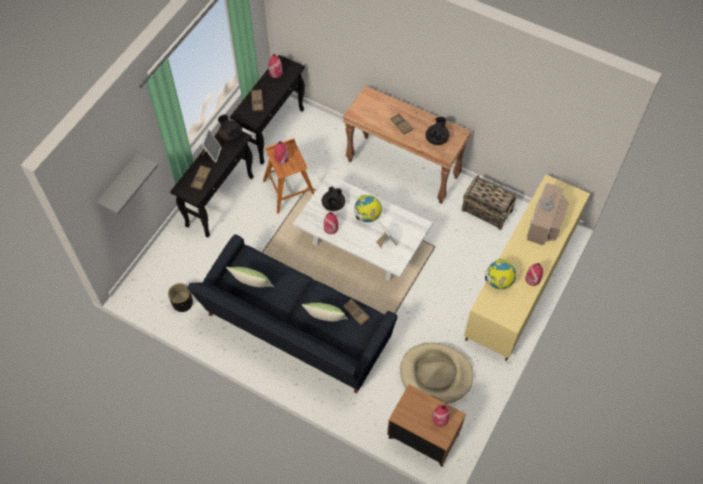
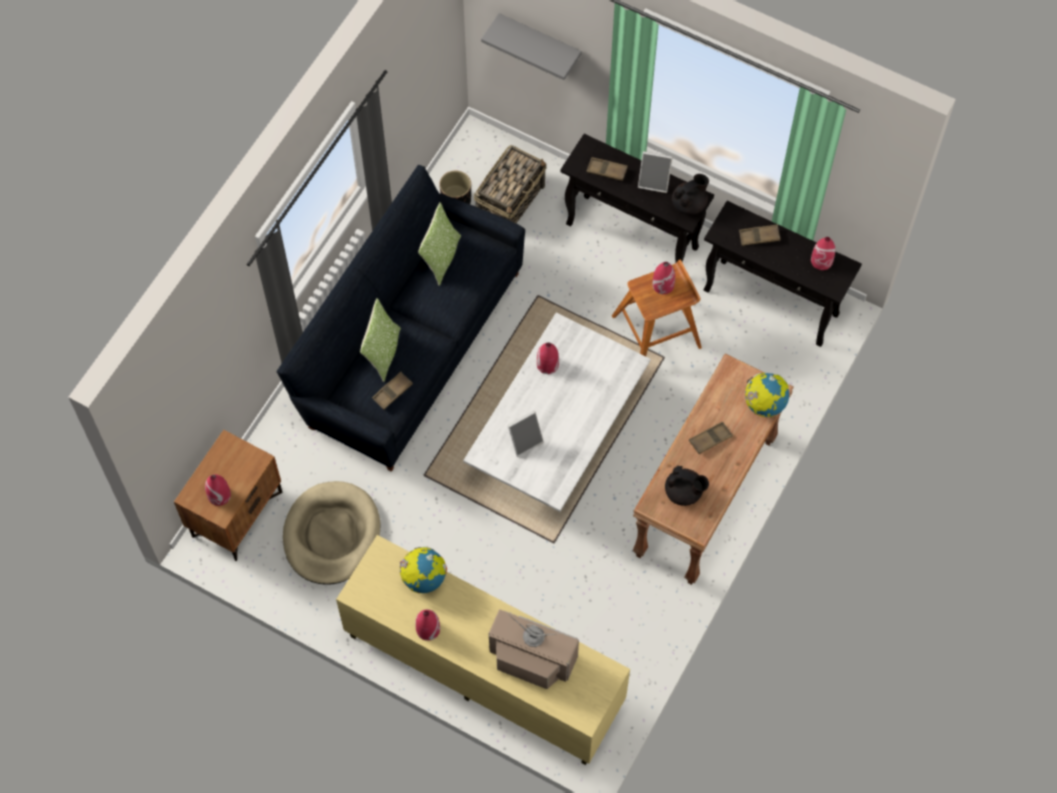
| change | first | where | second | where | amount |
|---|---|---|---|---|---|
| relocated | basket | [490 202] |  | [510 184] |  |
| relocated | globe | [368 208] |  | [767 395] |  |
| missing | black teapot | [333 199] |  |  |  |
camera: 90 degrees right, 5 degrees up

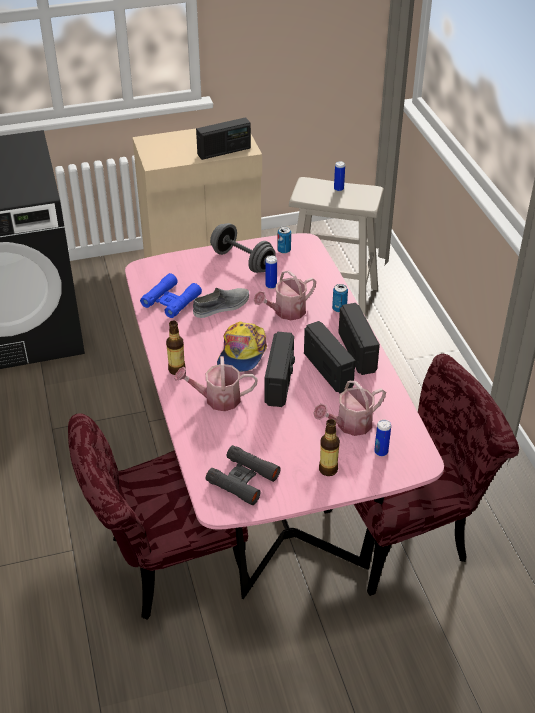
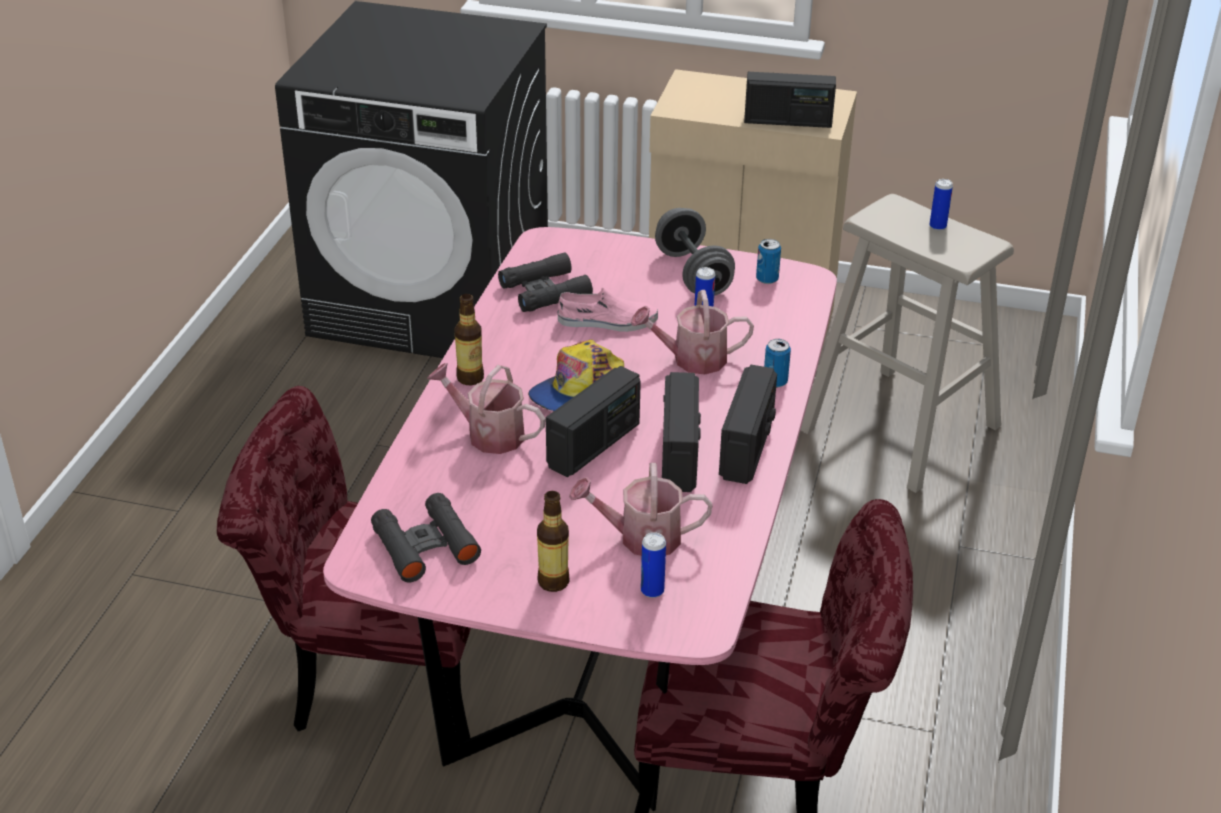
| change | first | where | second | where | amount |
|---|---|---|---|---|---|
| colour | blue binoculars | [171 295] | black binoculars | [545 282] |  |
| colour | grey shoe | [221 303] | pink shoe | [607 310] |  |
camera: 30 degrees right, 5 degrees down

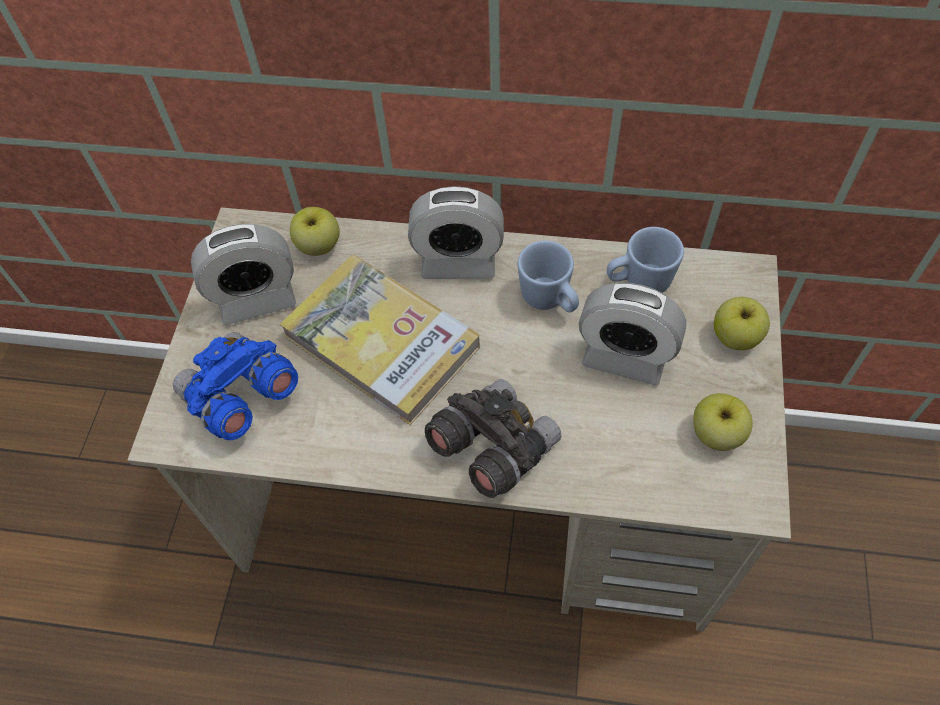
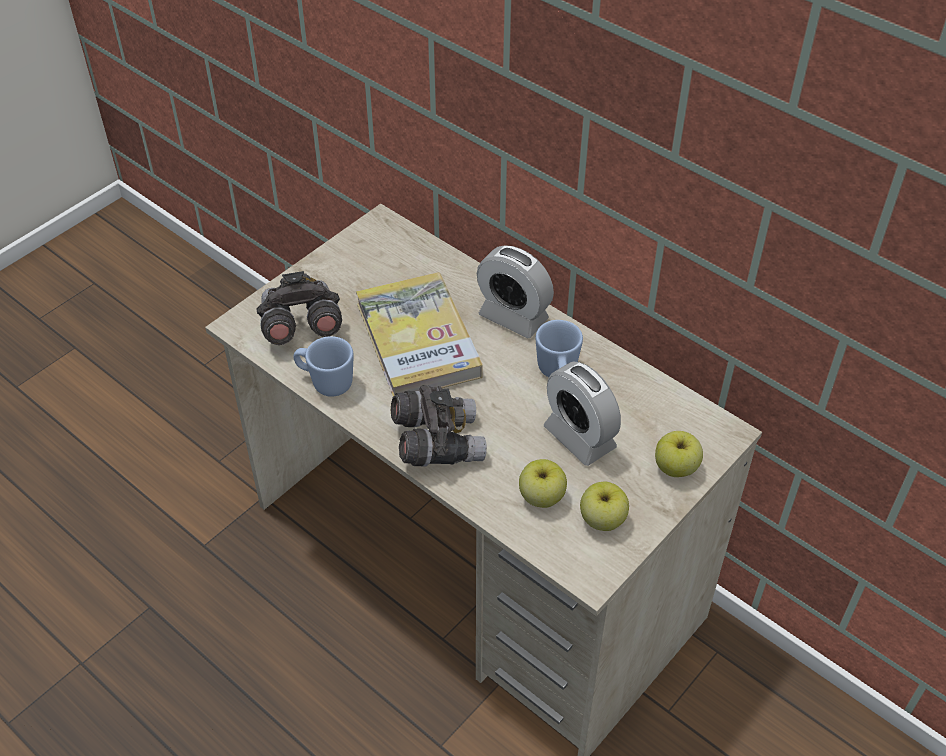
| change | first | where | second | where | amount |
|---|---|---|---|---|---|
| colour | blue binoculars | [235 386] | grey binoculars | [299 308] |  |
| relocated | blue mug | [645 260] |  | [323 366] |  |
| relocated | apple | [315 231] |  | [543 483] |  |
| missing | alarm clock | [243 274] |  |  |  |
camera: 30 degrees right, 10 degrees down

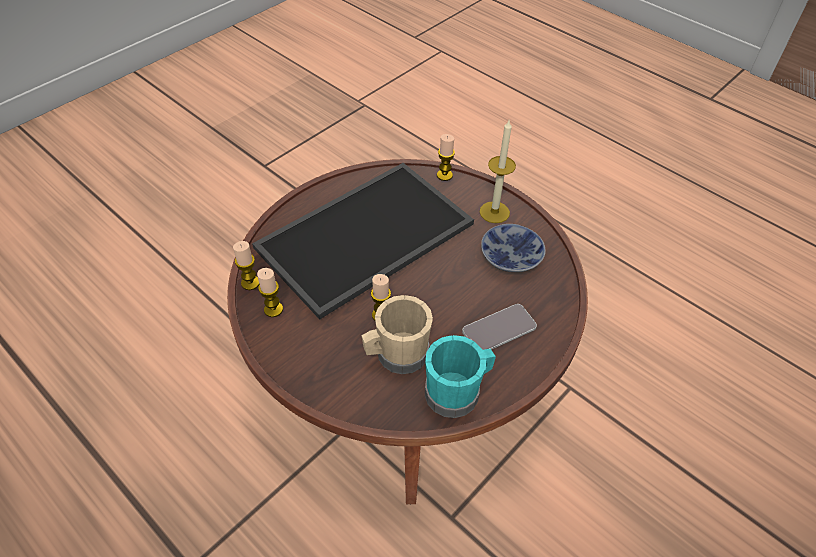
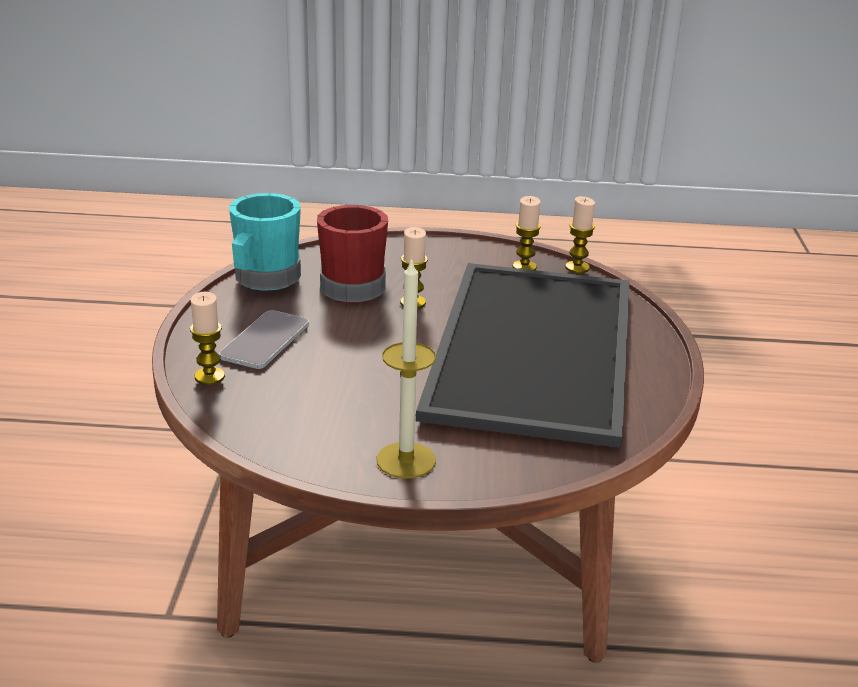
| change | first | where | second | where | amount |
|---|---|---|---|---|---|
| relocated | candle | [446 157] |  | [207 338] |  |
| colour | beige mug | [397 334] | red mug | [352 254] |  |
| missing | bowl | [513 248] |  |  |  |
camera: 140 degrees right, 20 degrees down

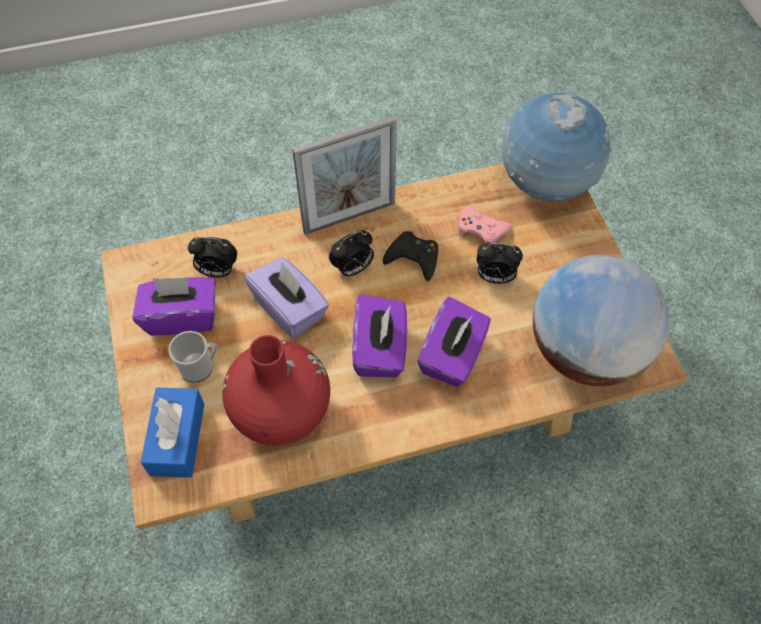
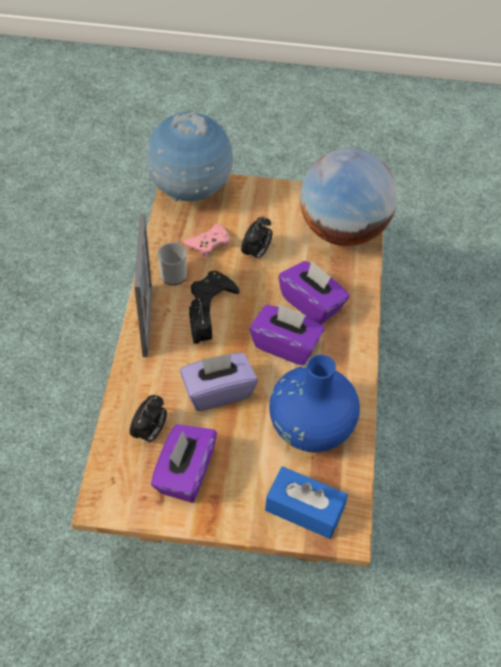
| change | first | where | second | where | amount |
|---|---|---|---|---|---|
| relocated | mug | [193 356] |  | [172 263] |  |
| colour | red vase | [276 390] | blue vase | [314 403] |  |
camera: 70 degrees left, 5 degrees down

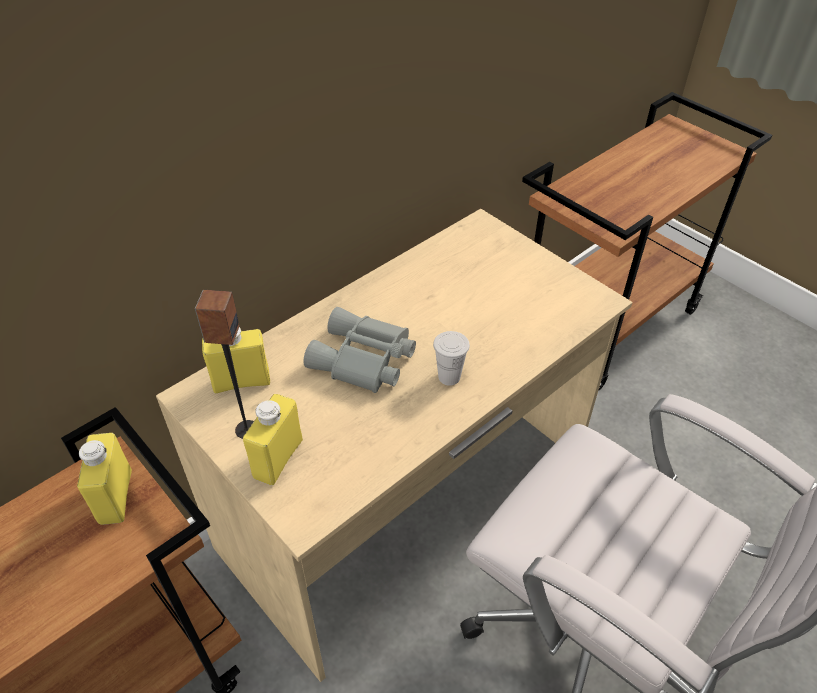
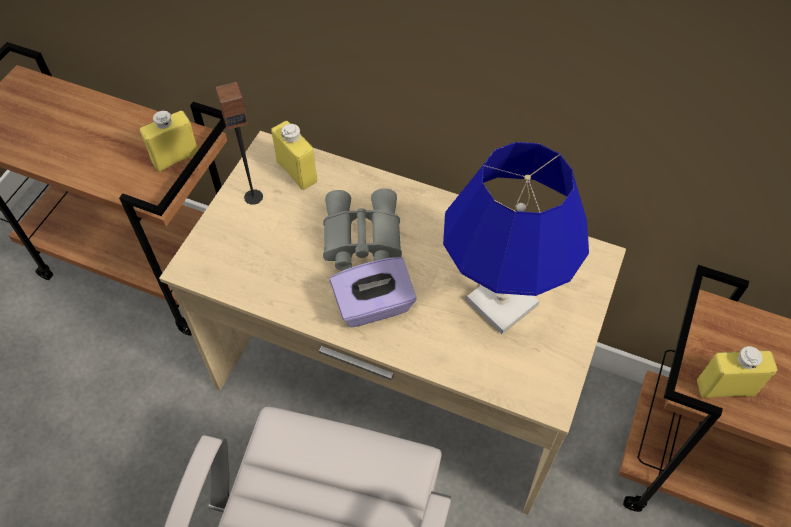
| change | first | where | second | where | amount |
|---|---|---|---|---|---|
| exchanged | white cup | [451 358] | purple tissue box | [373 292] |  |
| appeared |  |  | blue table lamp | [516 238] |  |
| relocated | yellow bottle | [273 439] |  | [737 372] |  |
camera: 65 degrees right, 10 degrees up

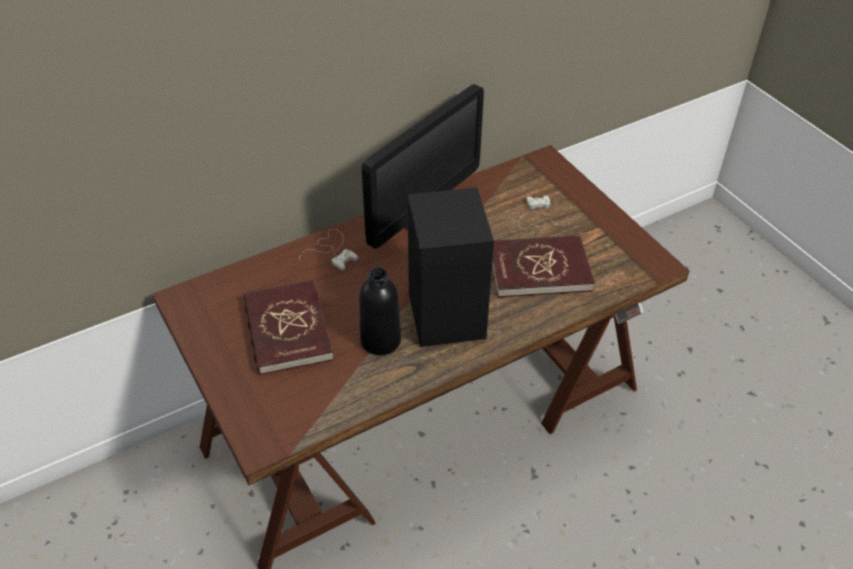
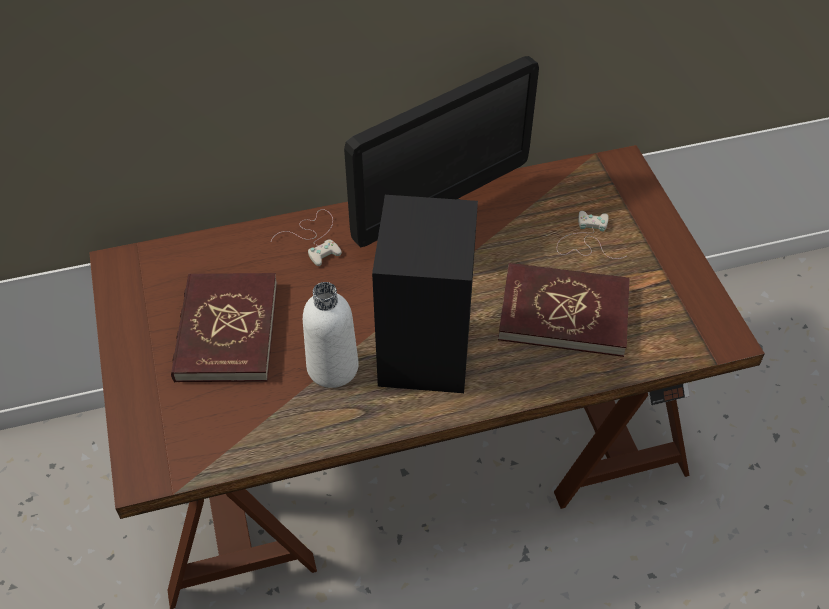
| change | first | where | second | where | amount |
|---|---|---|---|---|---|
| colour | black bottle | [380 311] | white bottle | [331 335] |  |
camera: 15 degrees right, 5 degrees up

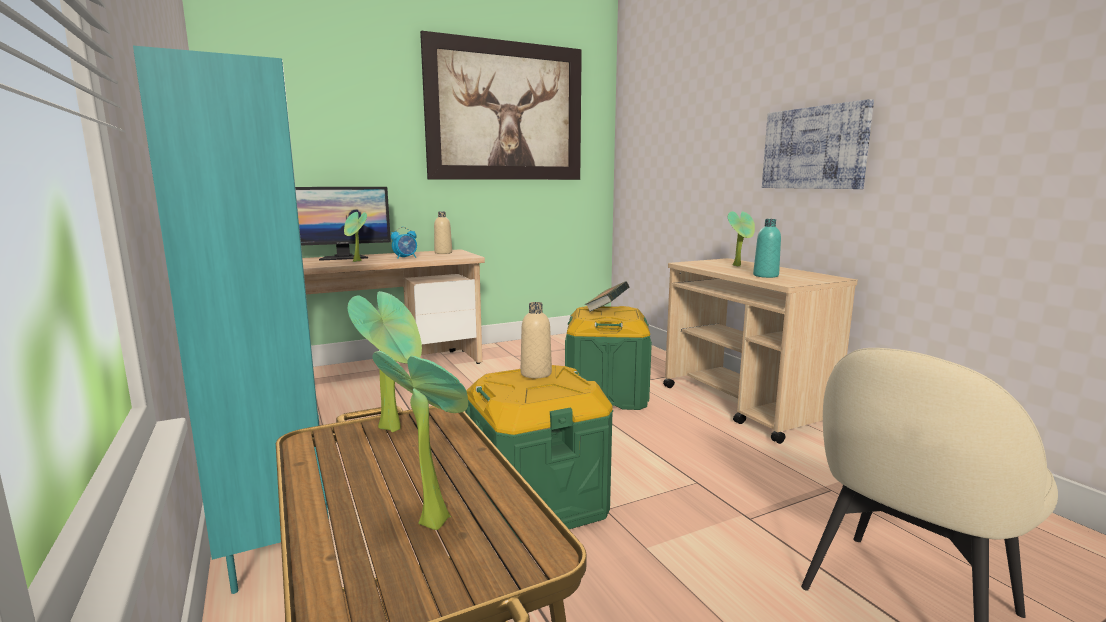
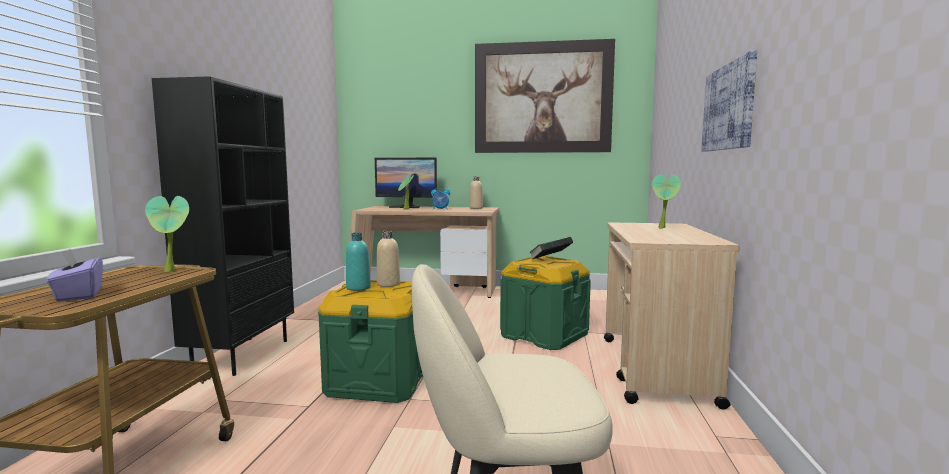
| change | first | where | second | where | amount |
|---|---|---|---|---|---|
| exchanged | potted plant | [420 440] | purple tissue box | [74 275] |  |
| colour | turquoise bookcase | [231 320] | black bookcase | [223 226] |  |
| relocated | turquoise bottle | [767 248] |  | [358 262] |  |
camera: 35 degrees right, 5 degrees down

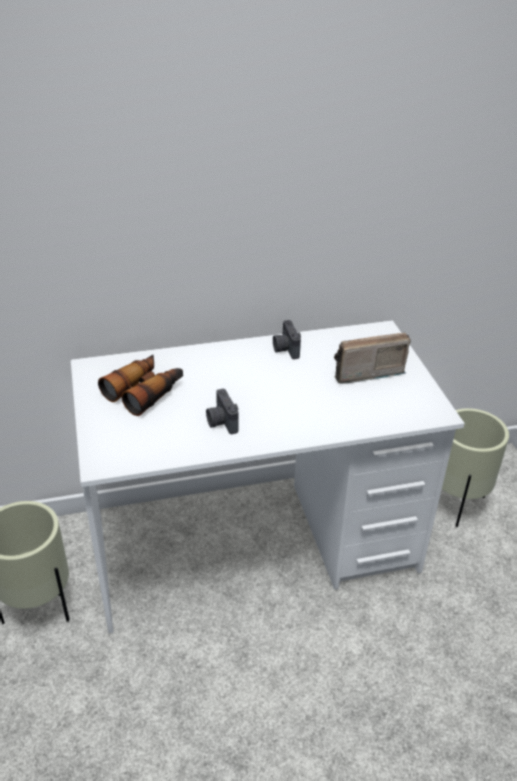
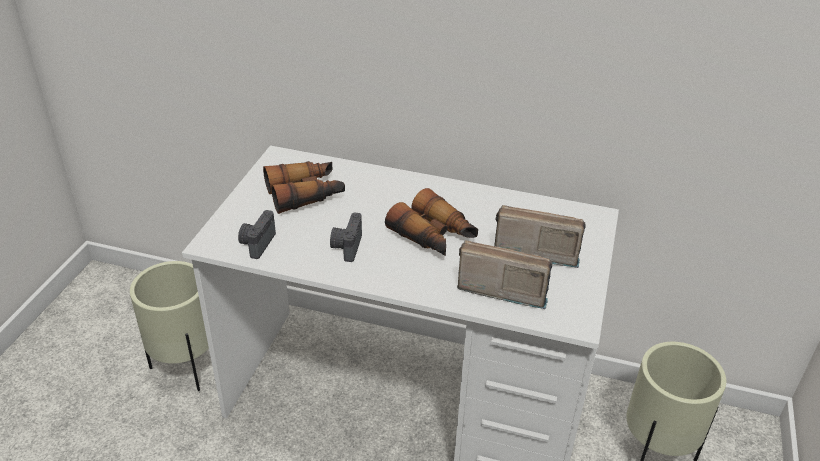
| change | first | where | second | where | amount |
|---|---|---|---|---|---|
| relocated | photo camera | [287 339] |  | [257 234] |  |
| appeared |  |  | binoculars | [431 222] |  |
| appeared |  |  | radio | [504 274] |  |
camera: 30 degrees right, 0 degrees up

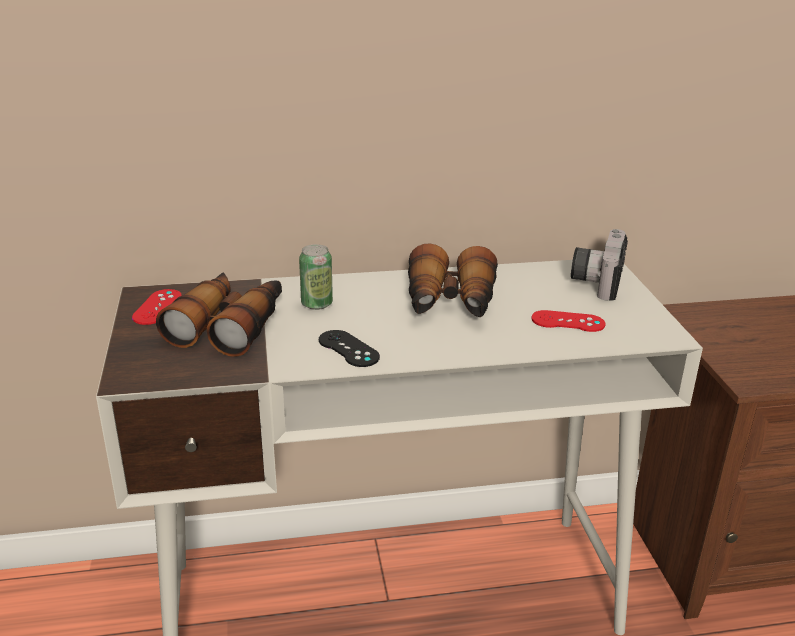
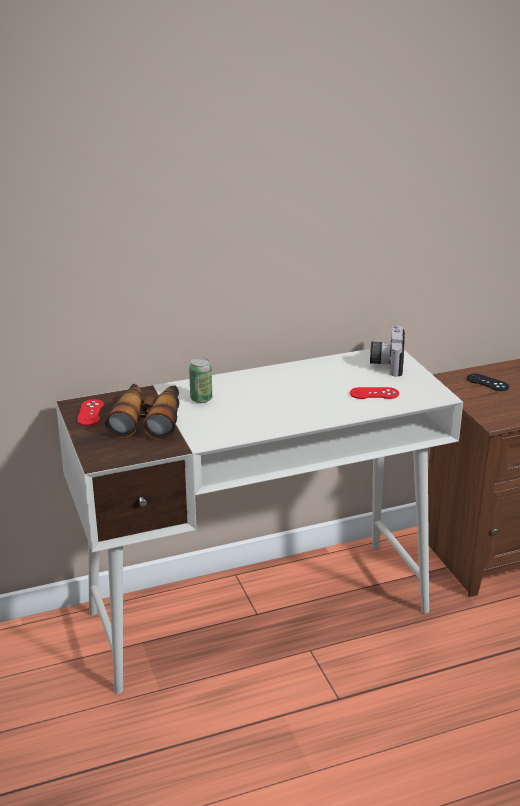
| change | first | where | second | where | amount |
|---|---|---|---|---|---|
| relocated | black game controller | [349 348] |  | [488 382] |  |
| missing | binoculars | [453 280] |  |  |  |
camera: 10 degrees left, 0 degrees up

